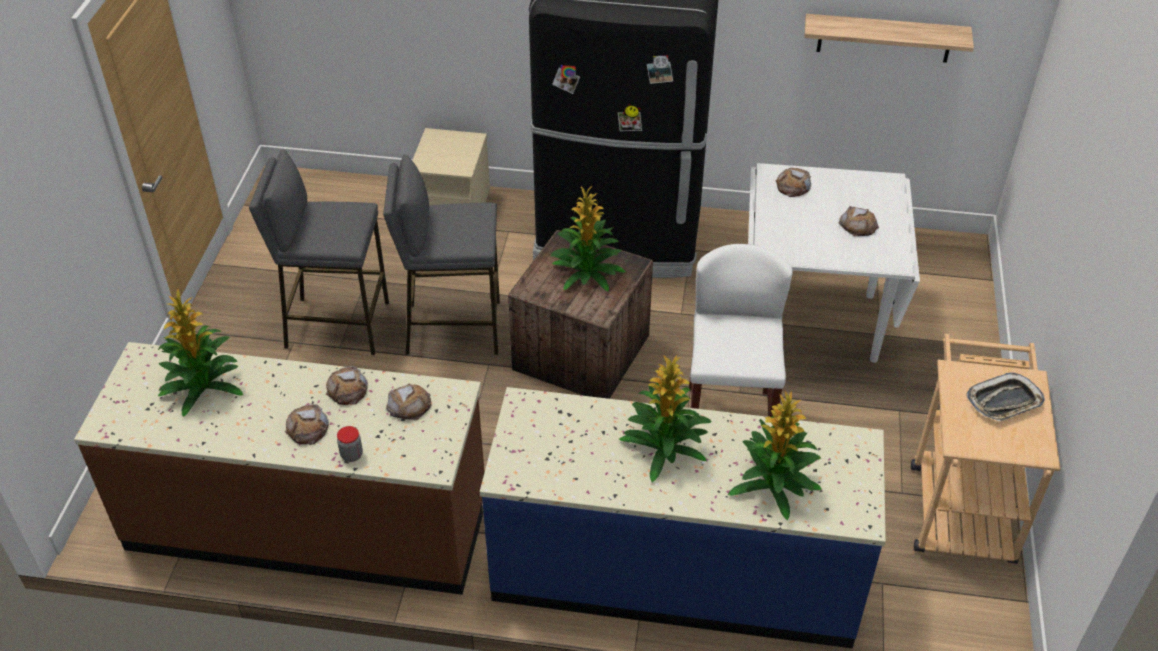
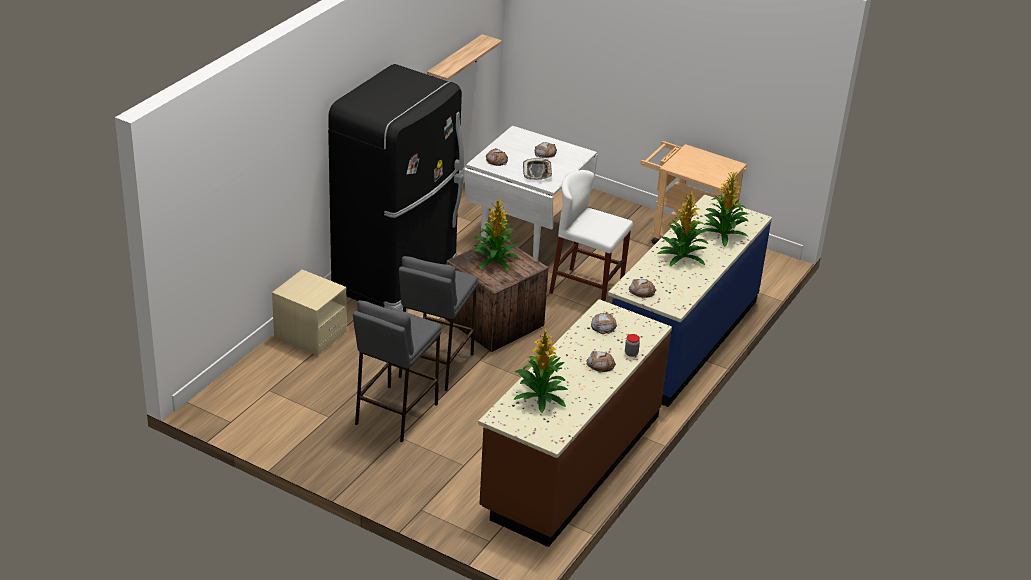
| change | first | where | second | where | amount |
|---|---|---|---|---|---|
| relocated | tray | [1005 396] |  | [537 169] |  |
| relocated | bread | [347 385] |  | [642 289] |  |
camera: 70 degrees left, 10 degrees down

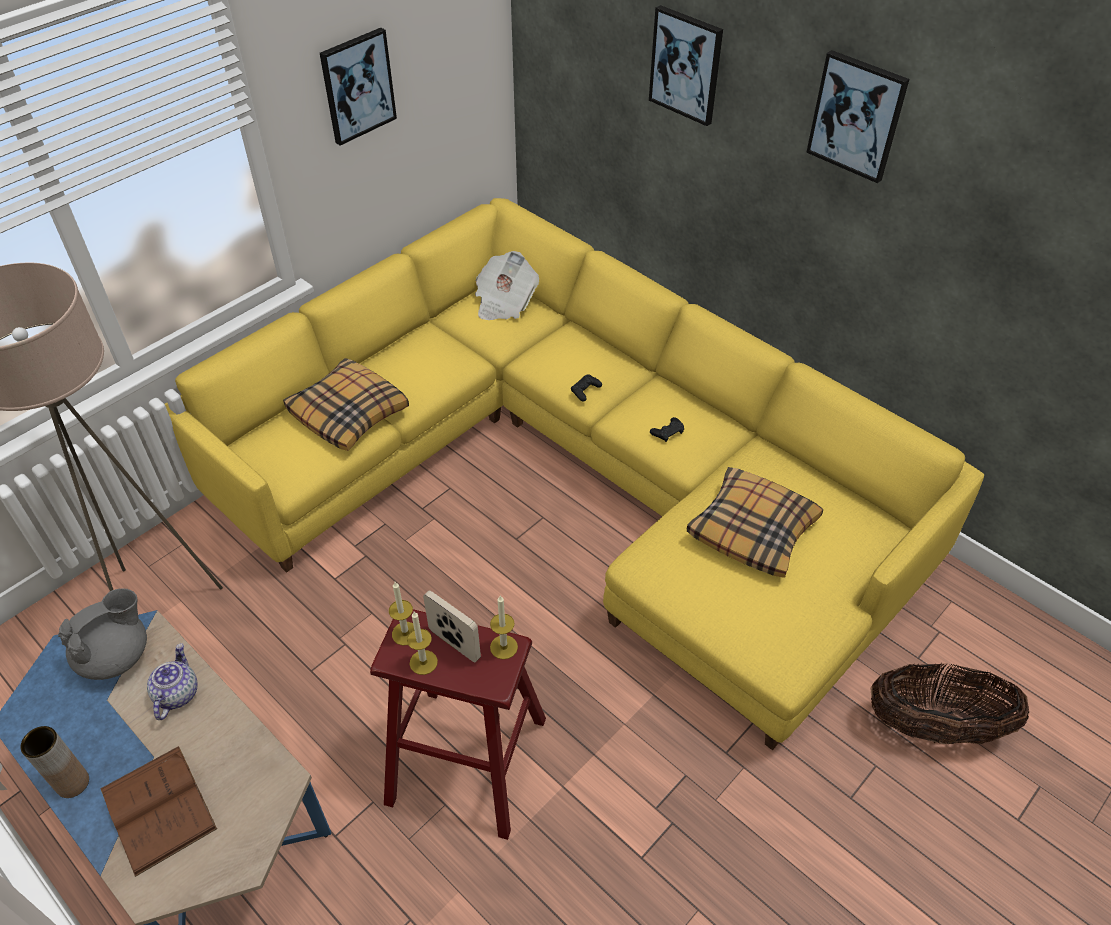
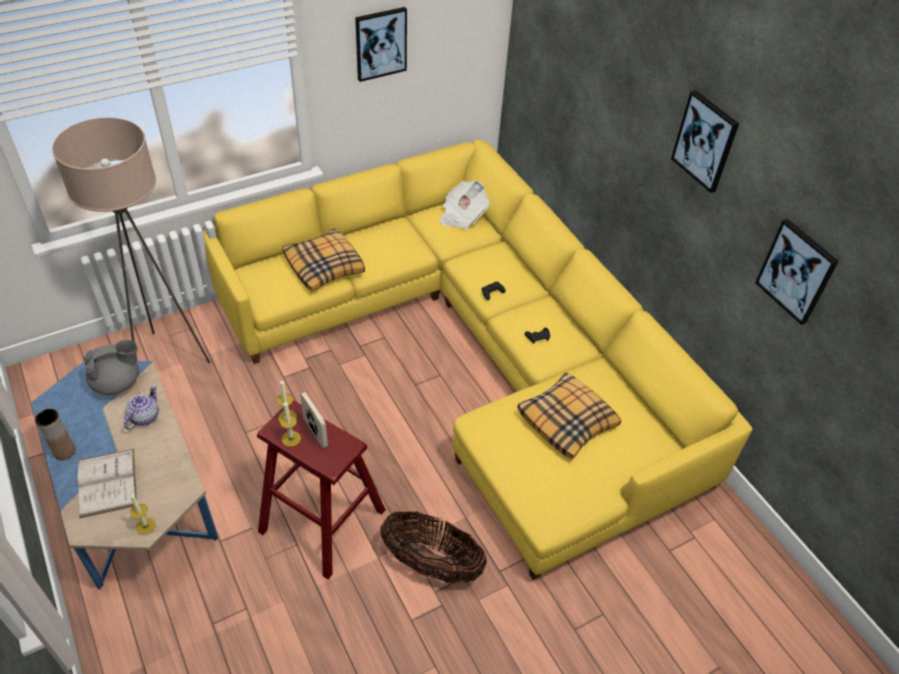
| change | first | where | second | where | amount |
|---|---|---|---|---|---|
| colour | brown book | [158 811] | white book | [107 483] |  |
| relocated | candle | [504 627] |  | [143 514] |  |
| relocated | basket | [949 703] |  | [433 547] |  |
| relocated | picture | [686 65] |  | [797 272] |  |
camera: 15 degrees right, 0 degrees up

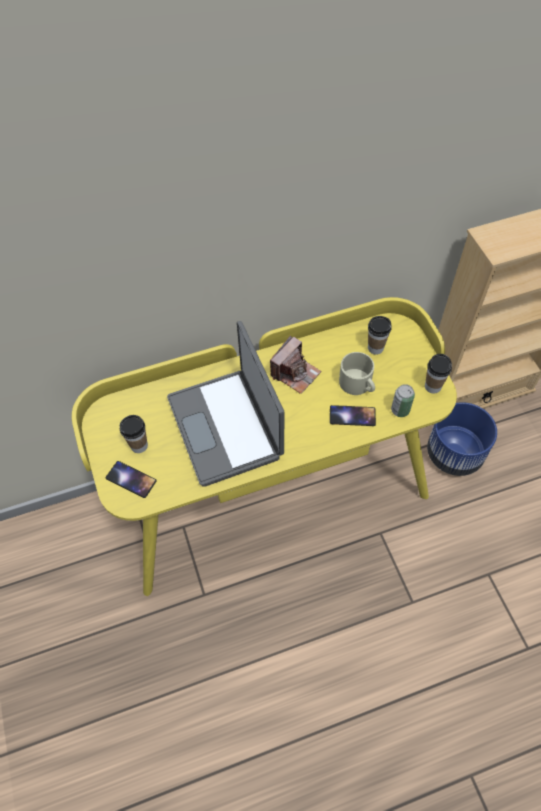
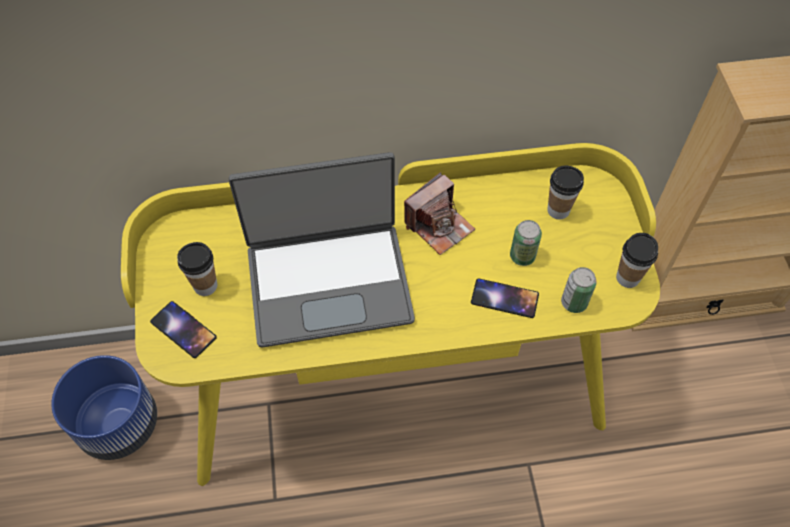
| change | first | where | second | where | amount |
|---|---|---|---|---|---|
| relocated | blue planter | [462 439] |  | [104 407] |  |
| spun | laptop | [225 404] |  | [322 250] | 90 degrees counterclockwise |
| exchanged | beige mug | [357 373] | can | [526 243] |  |
camera: 10 degrees right, 0 degrees up

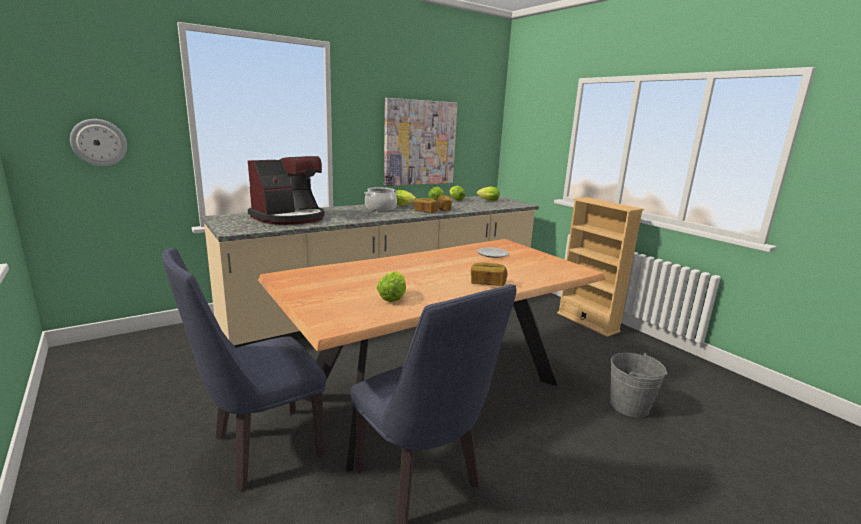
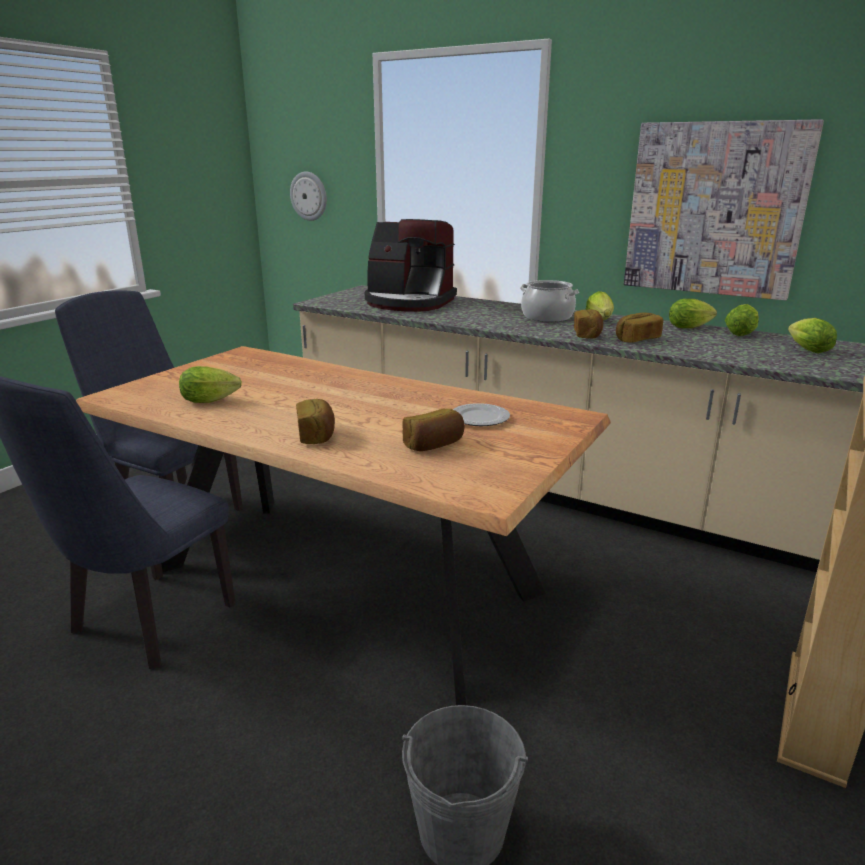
| change | first | where | second | where | amount |
|---|---|---|---|---|---|
| appeared |  |  | bread | [434 430] |  |
camera: 65 degrees right, 5 degrees up

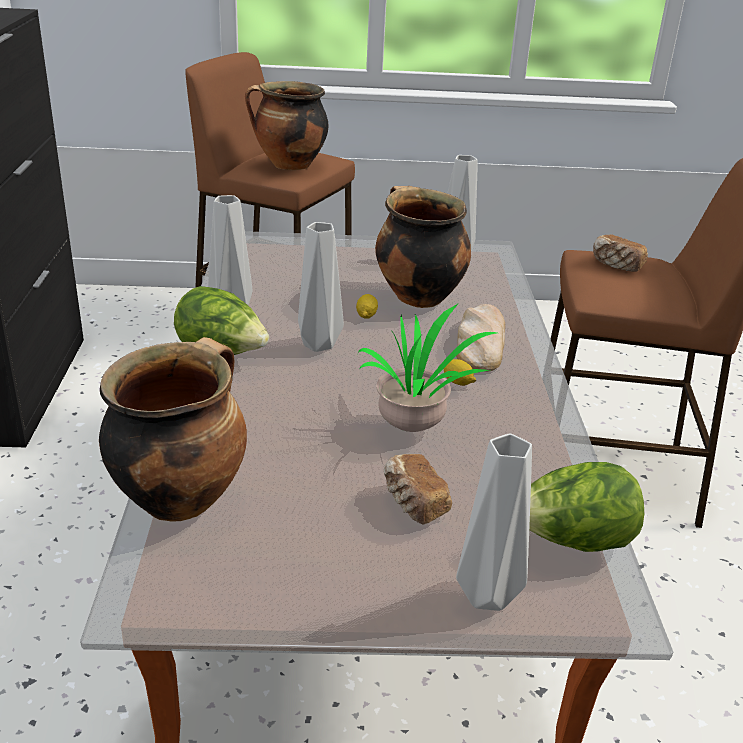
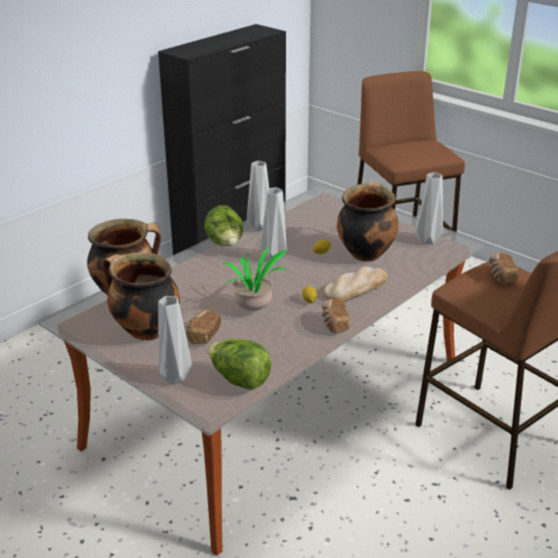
| change | first | where | second | where | amount |
|---|---|---|---|---|---|
| relocated | cooking pot | [286 125] |  | [141 296] |  |
| appeared |  |  | bread | [336 316] |  |
camera: 45 degrees right, 0 degrees up

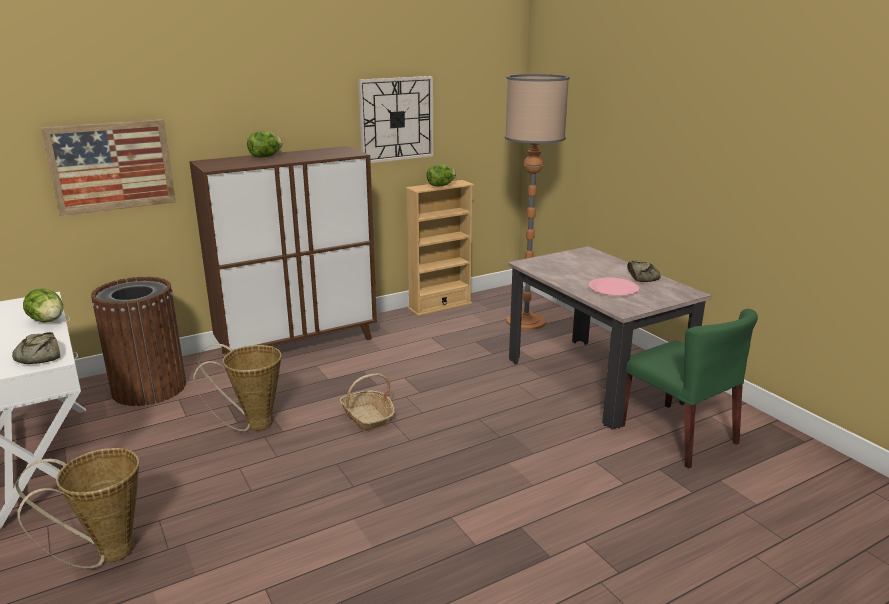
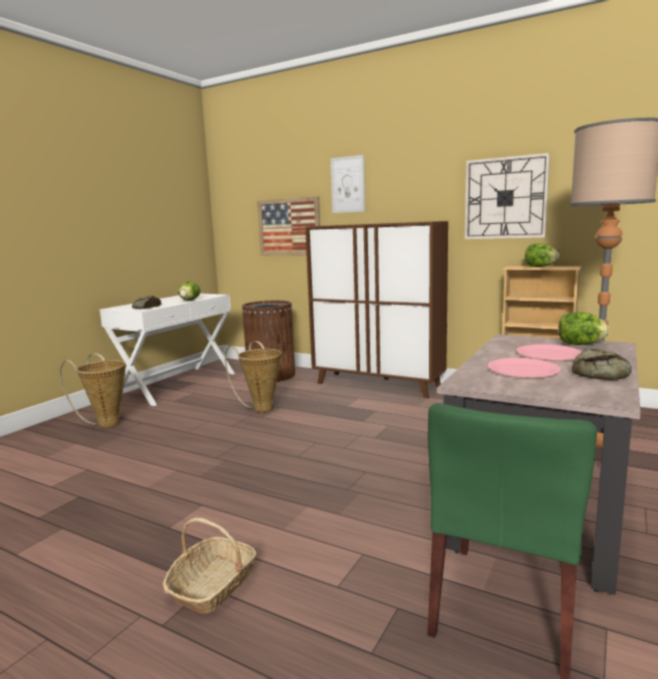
| change | first | where | second | where | amount |
|---|---|---|---|---|---|
| relocated | basket | [367 402] |  | [210 565] |  |
| appeared |  |  | picture | [348 184] |  |
| appeared |  |  | pink plate | [549 352] |  |
| relocated | lettuce | [265 144] |  | [584 328] |  |
camera: 60 degrees right, 10 degrees down

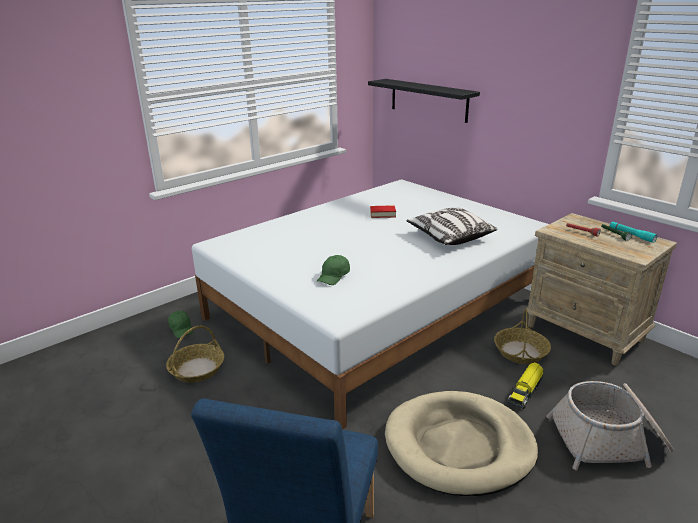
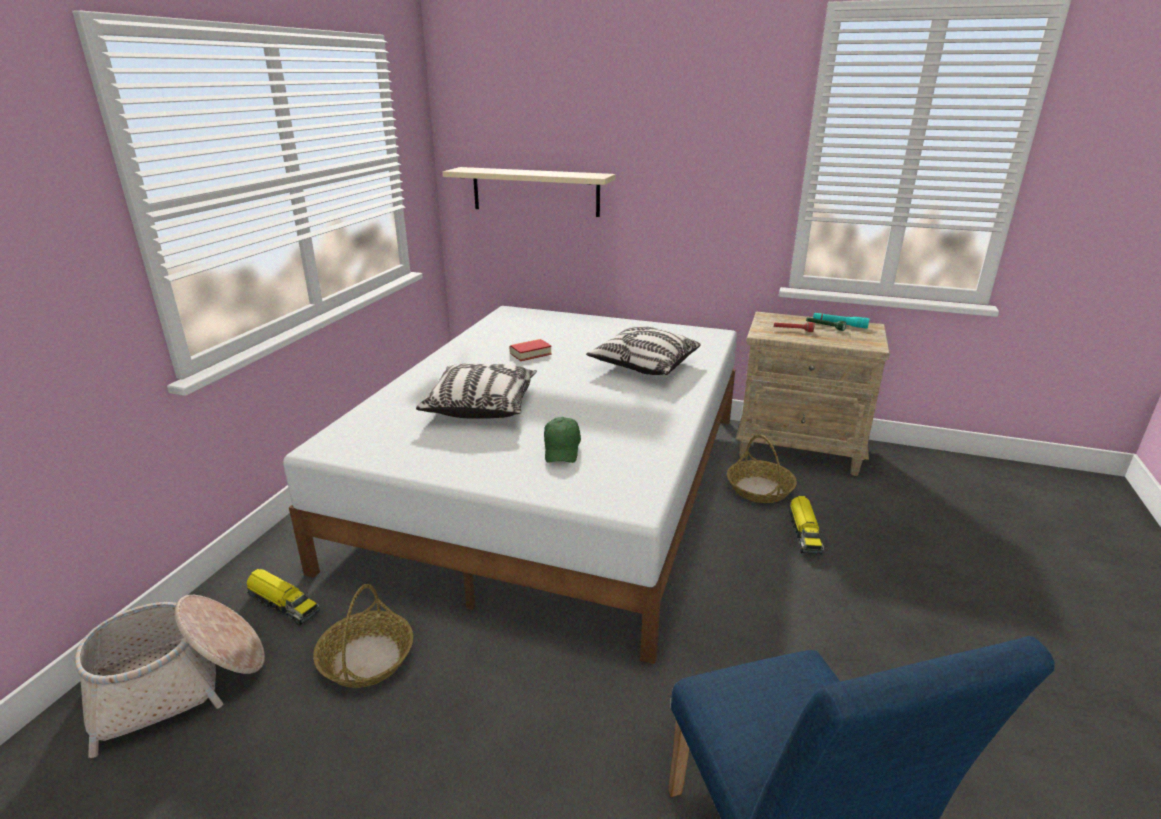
| change | first | where | second | where | amount |
|---|---|---|---|---|---|
| relocated | basket | [610 425] |  | [170 676] |  |
| exchanged | green cap | [180 324] | toy truck | [283 597] |  |
| appeared |  |  | pillow | [476 391] |  |
| colour | black shelf | [424 101] | beige shelf | [529 192] |  |
| missing | beige dog bed | [461 443] |  |  |  |
camera: 30 degrees left, 0 degrees up

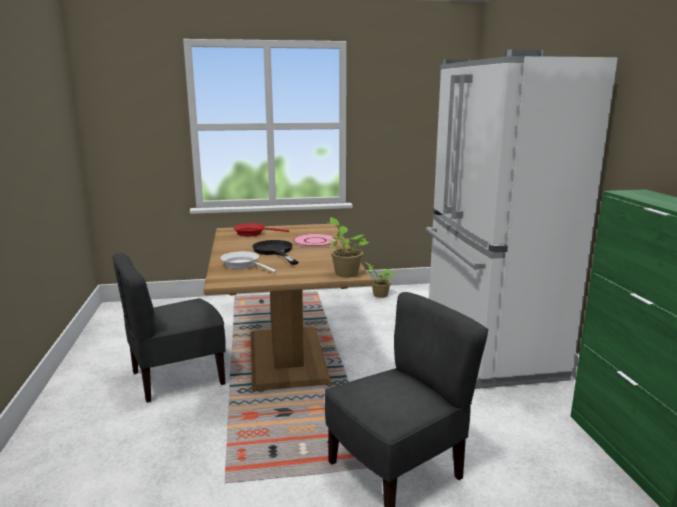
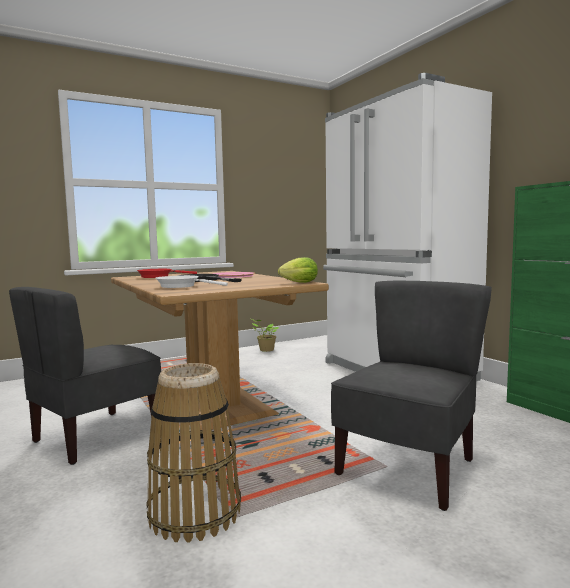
| change | first | where | second | where | amount |
|---|---|---|---|---|---|
| appeared |  |  | basket | [194 453] |  |
| exchanged | potted plant | [348 247] | lettuce | [298 270] |  |
camera: 20 degrees left, 10 degrees down

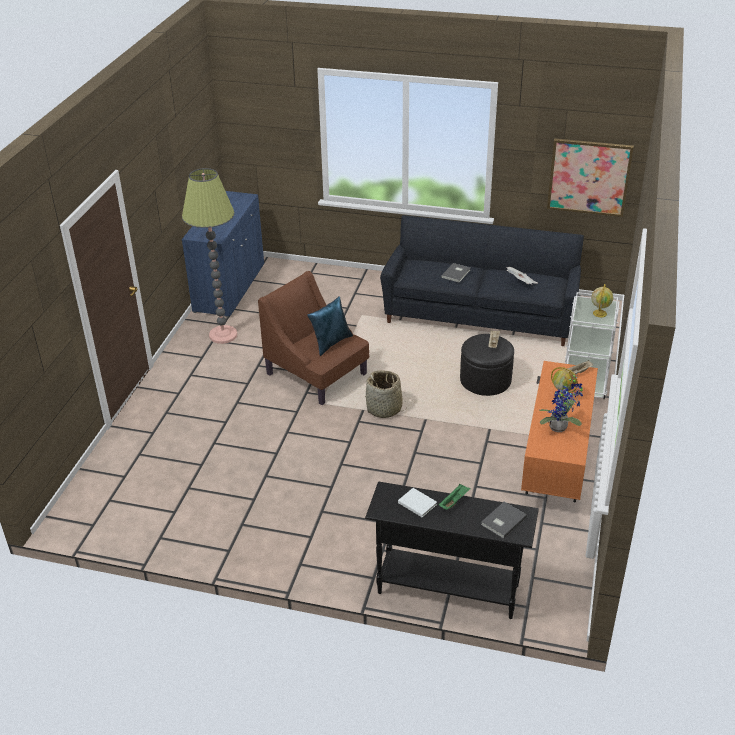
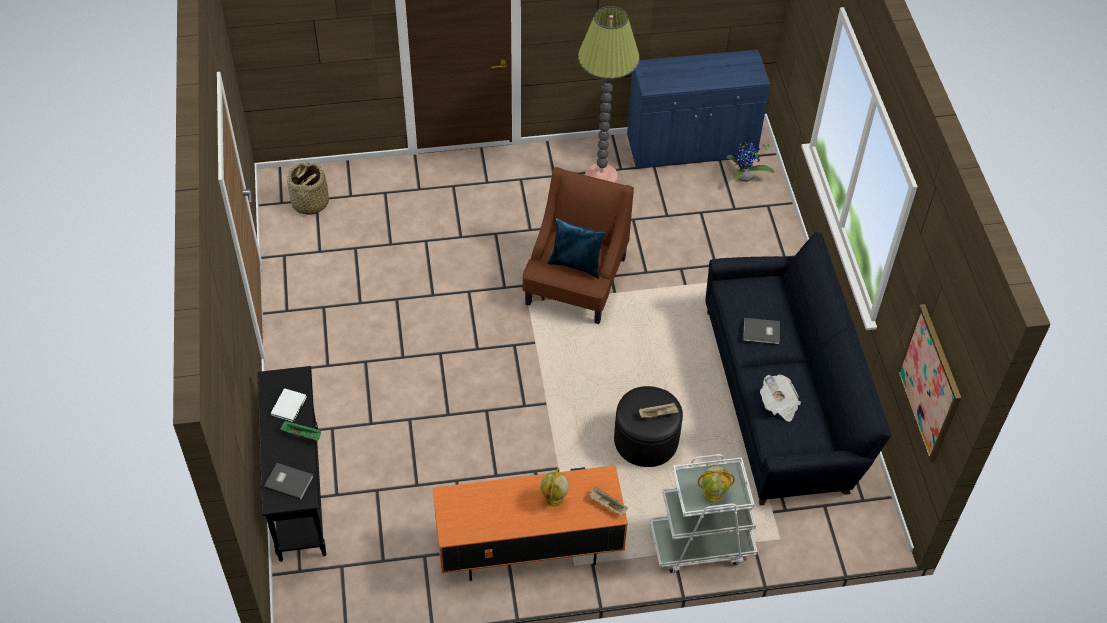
| change | first | where | second | where | amount |
|---|---|---|---|---|---|
| relocated | basket | [386 394] |  | [308 188] |  |
| relocated | potted plant | [561 402] |  | [750 161] |  |
camera: 65 degrees right, 15 degrees up

